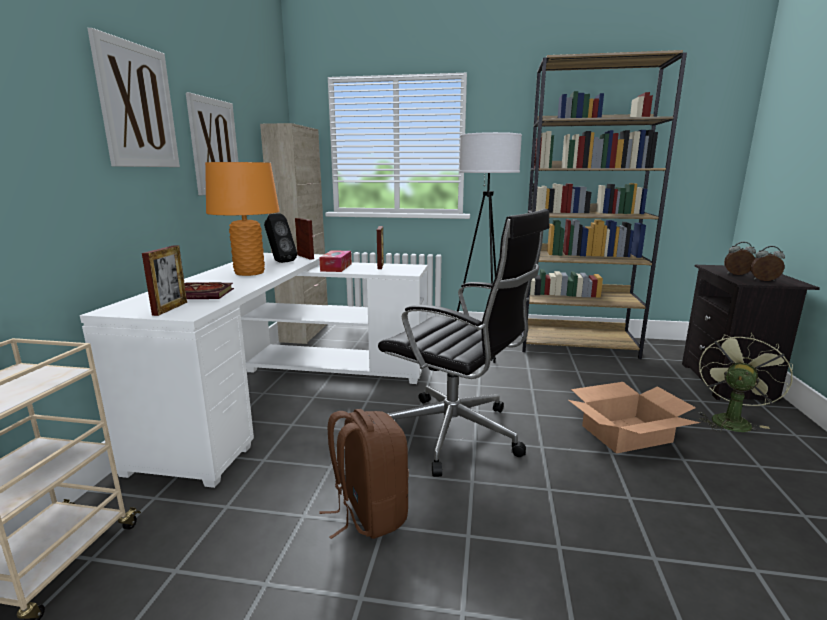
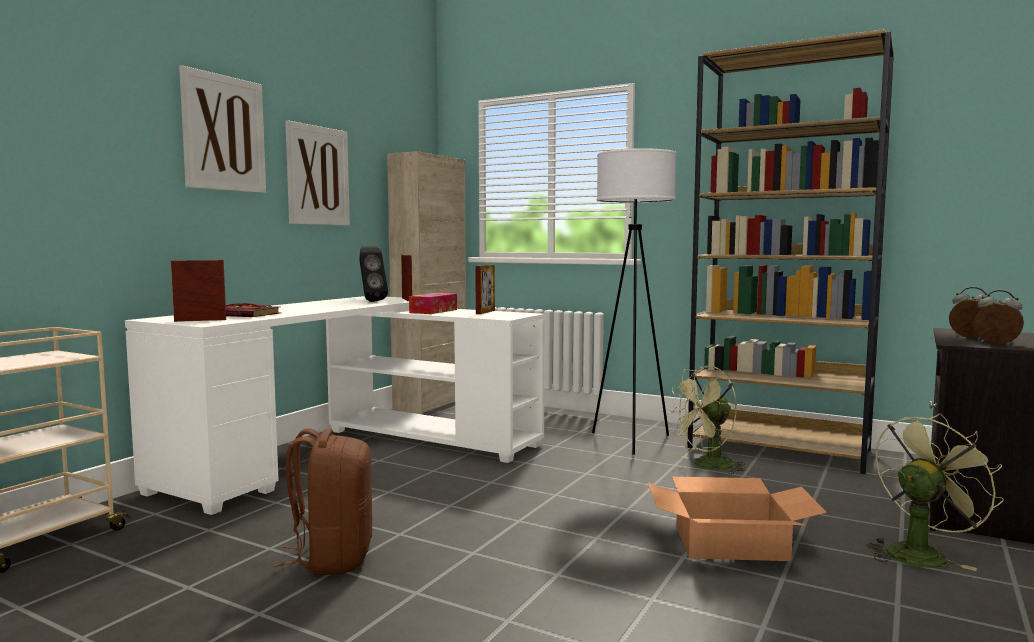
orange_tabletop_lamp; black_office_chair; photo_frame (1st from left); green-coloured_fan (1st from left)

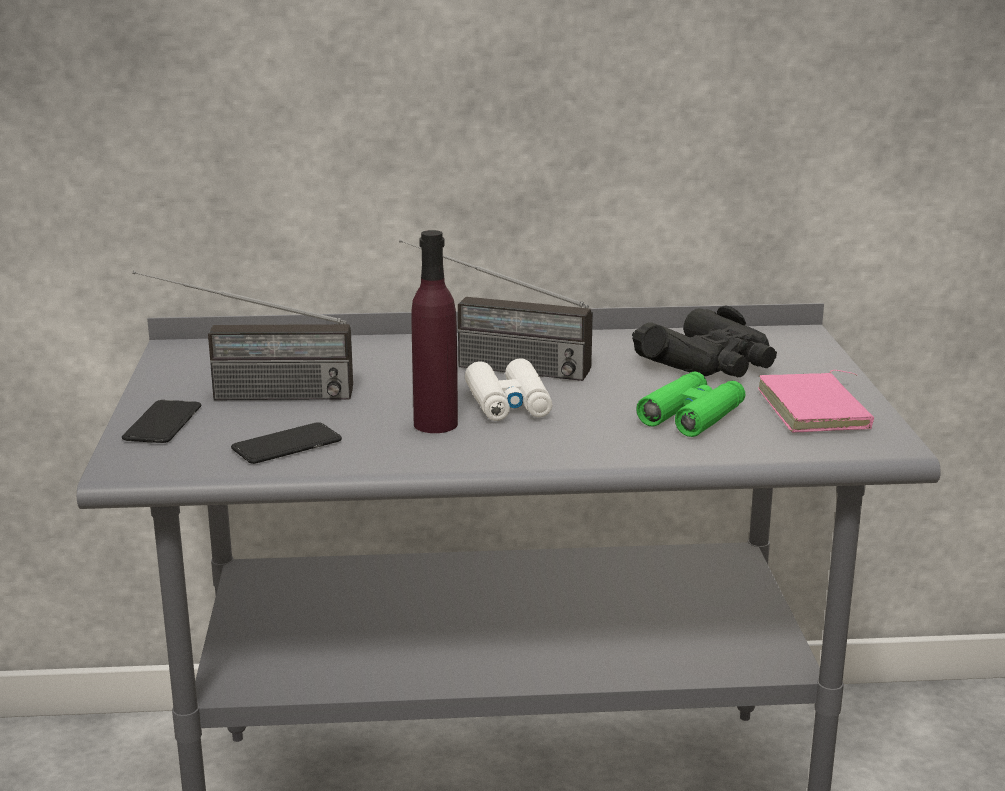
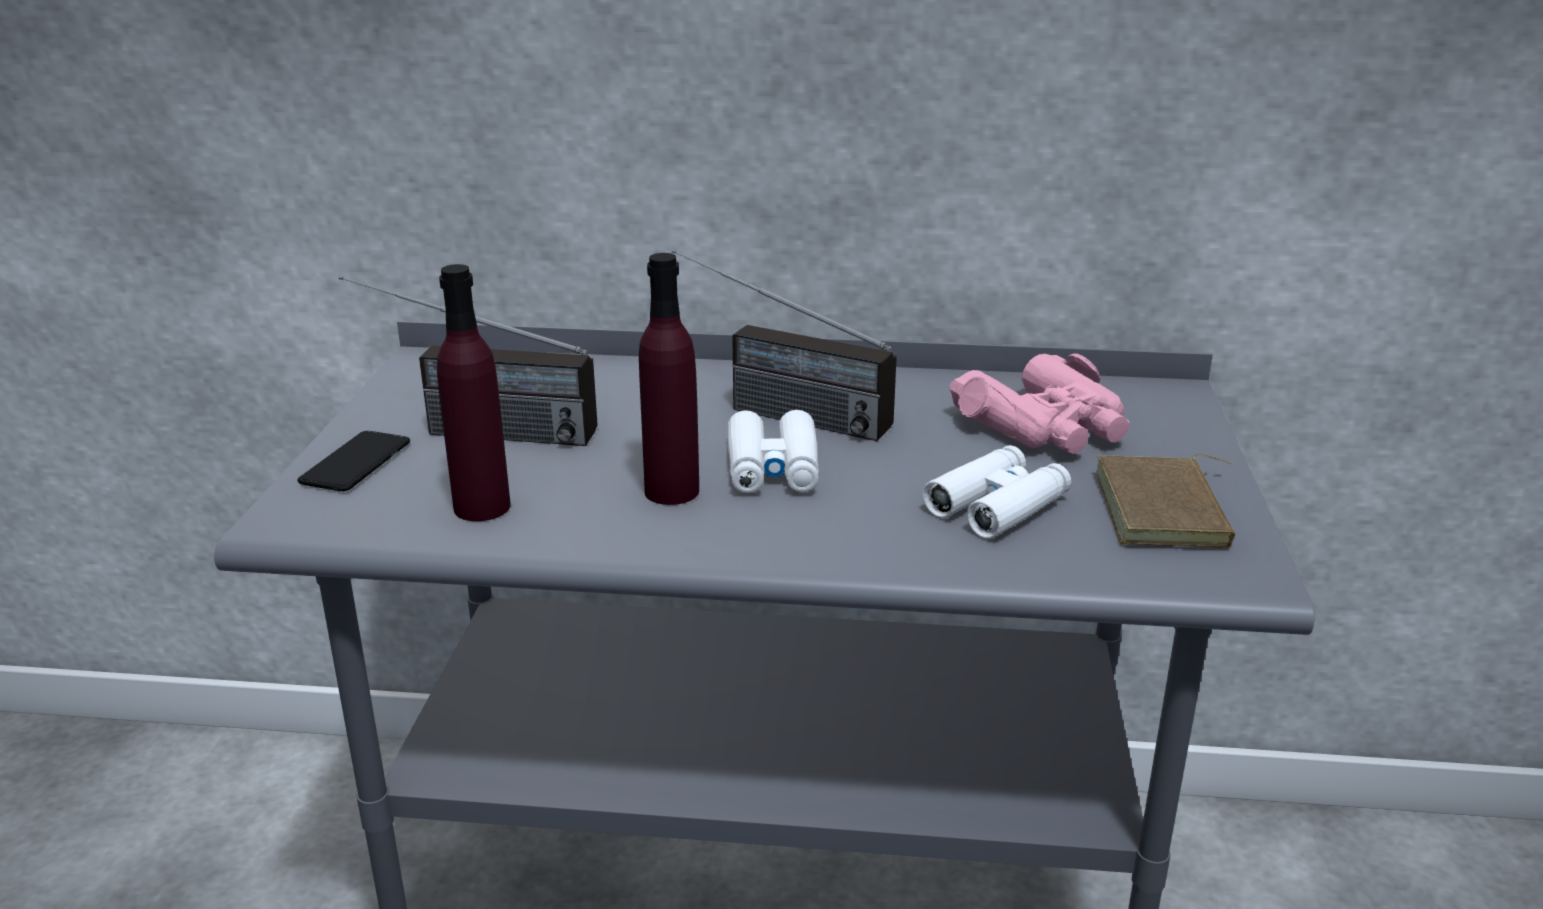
pinkish_pair_of_binoculars; brown-coloured_book; white-coloured_pair_of_binoculars (2nd from left); purple_beverage_bottle (1st from left)

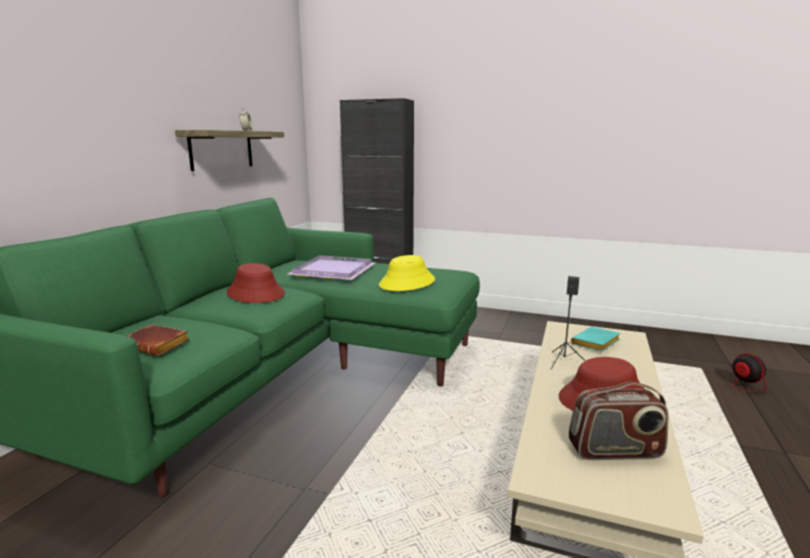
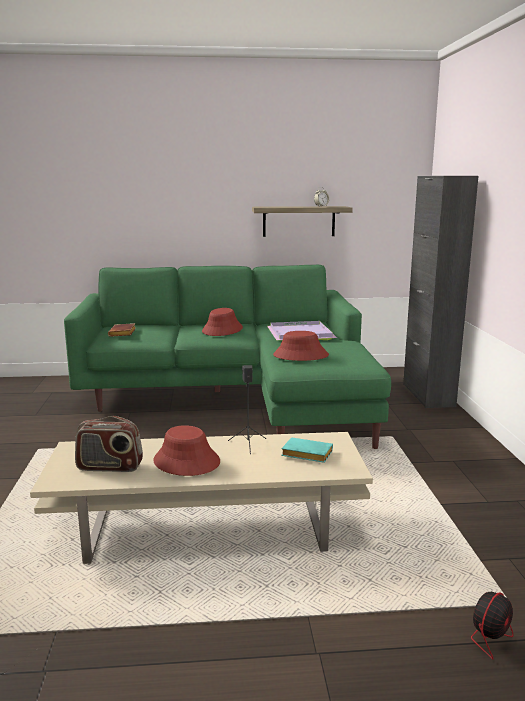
red-coloured_hat (3rd from left); radio_receiver

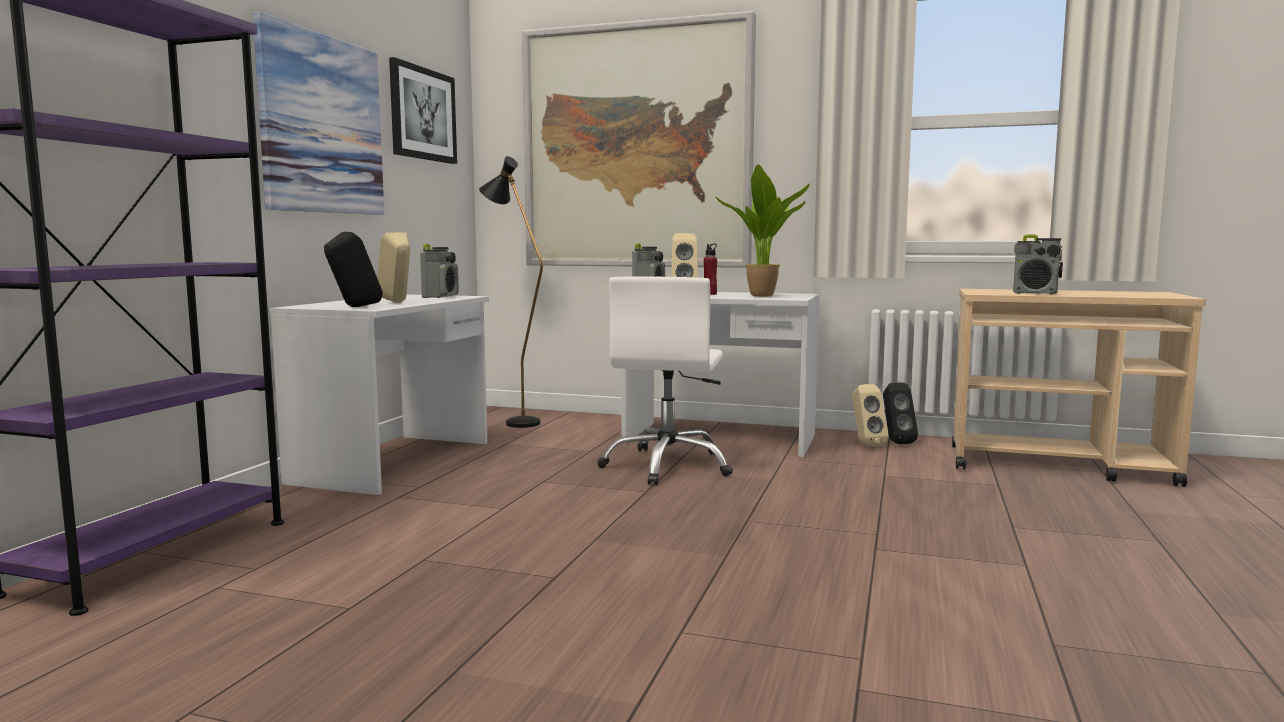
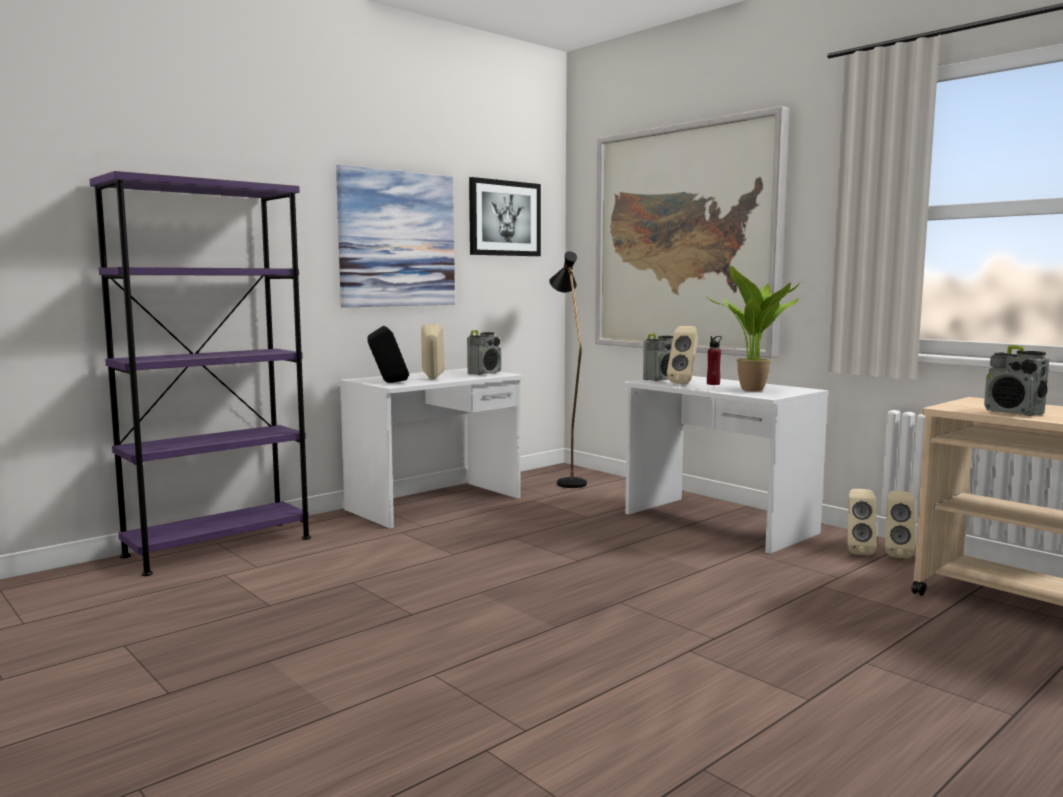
white-coloured_office_chair; beige_speaker (4th from left)

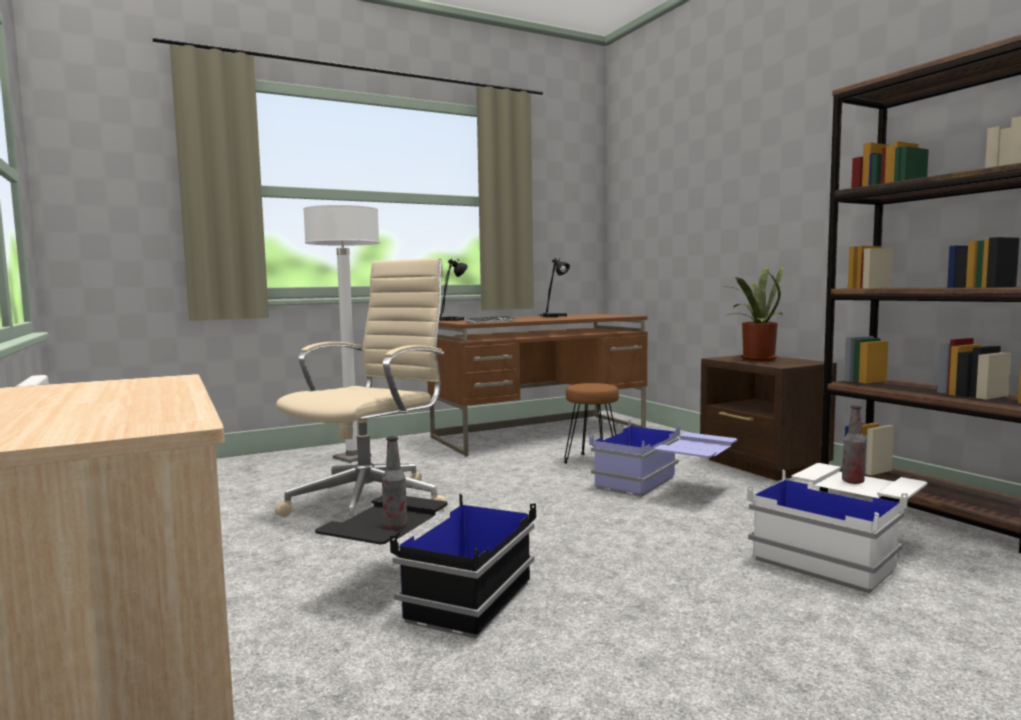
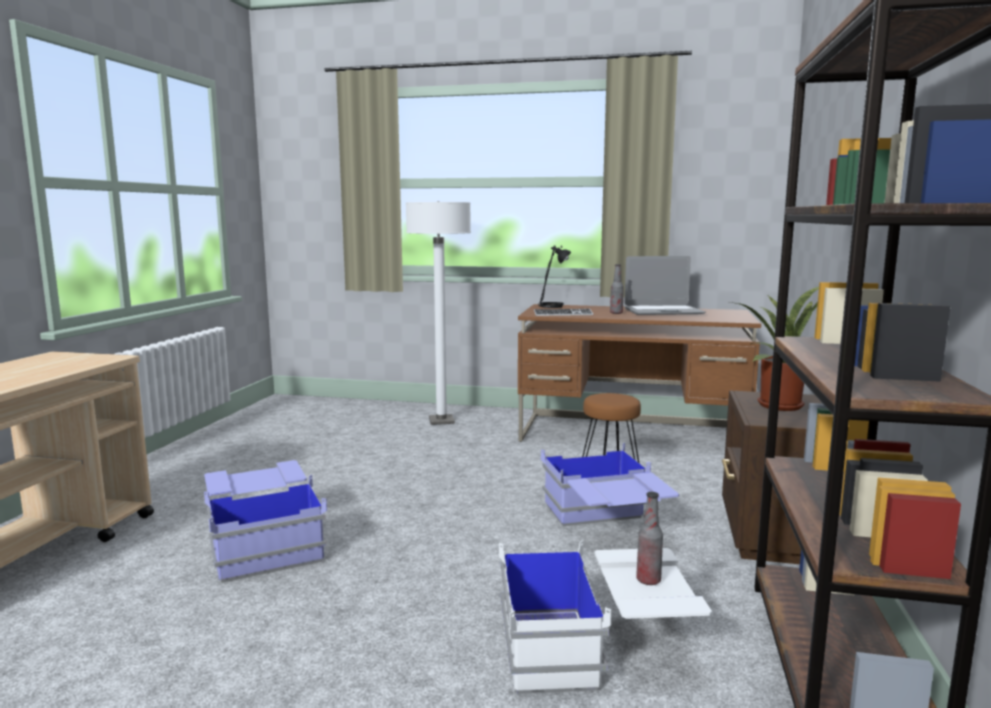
beige_office_chair; laptop; beverage_bottle (1st from left); blue_storage_bin (1st from left)

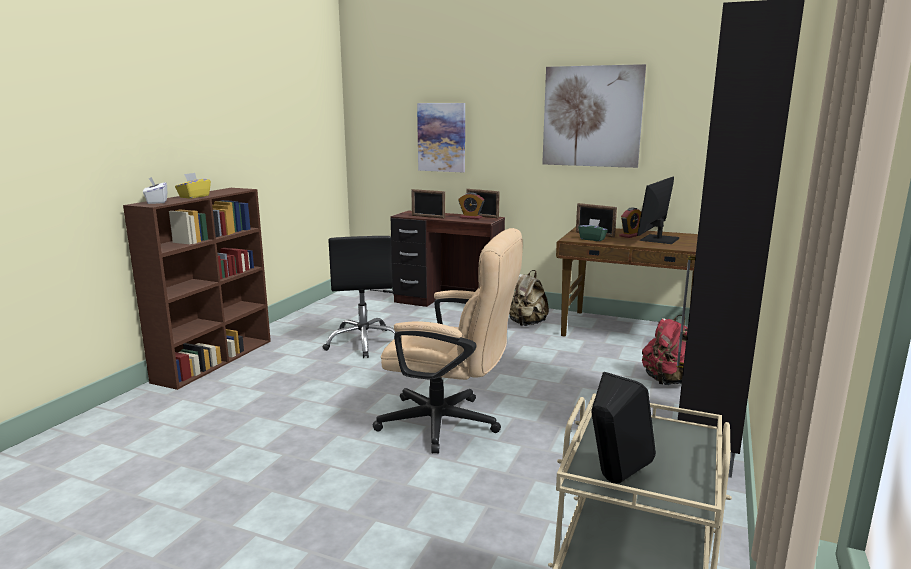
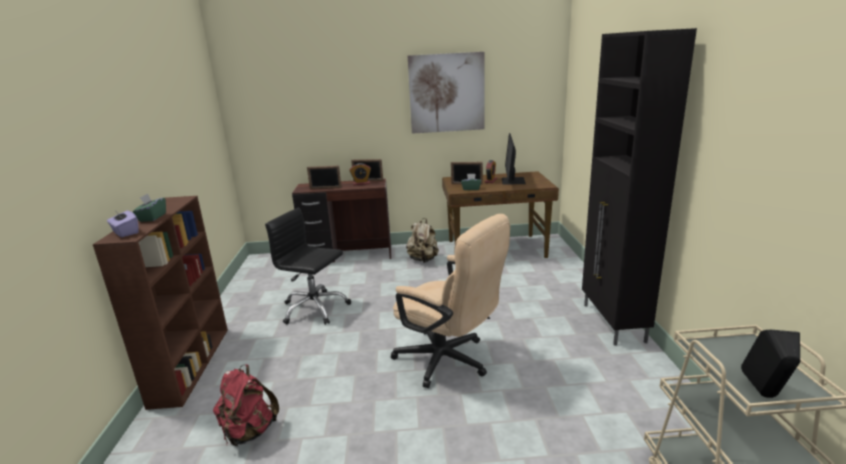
picture (1st from left in the first image); green-coloured_tissue_holder (1st from left); purple_tissue_holder; beige_office_chair; black_office_chair; red-coloured_backpack

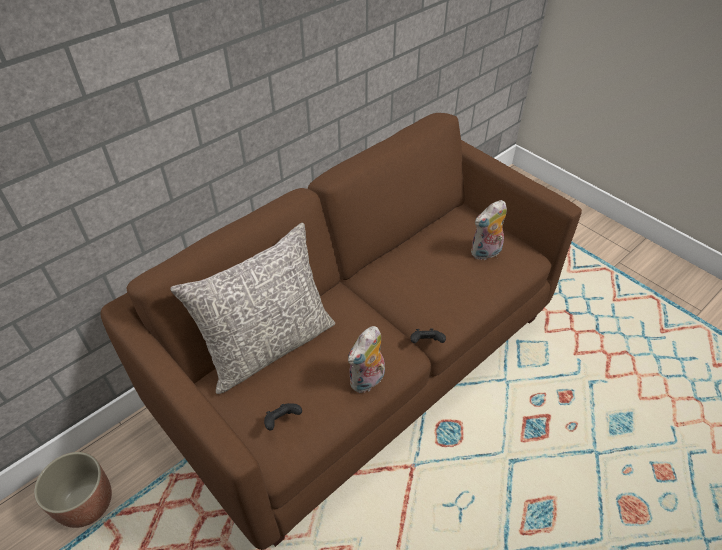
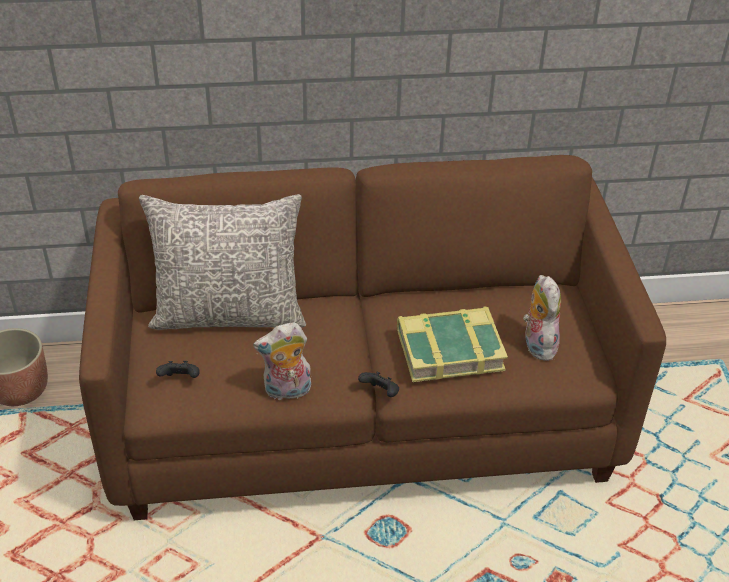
soft_toy (2nd from left); book

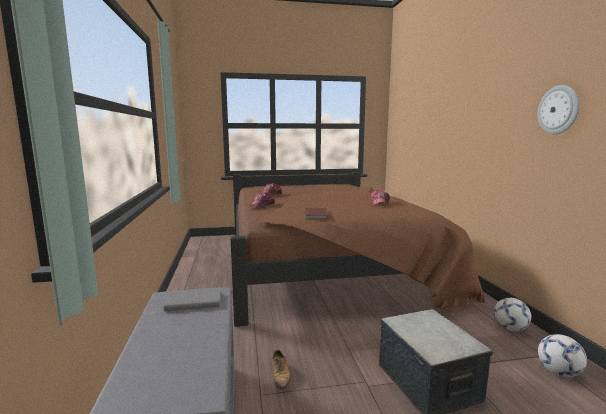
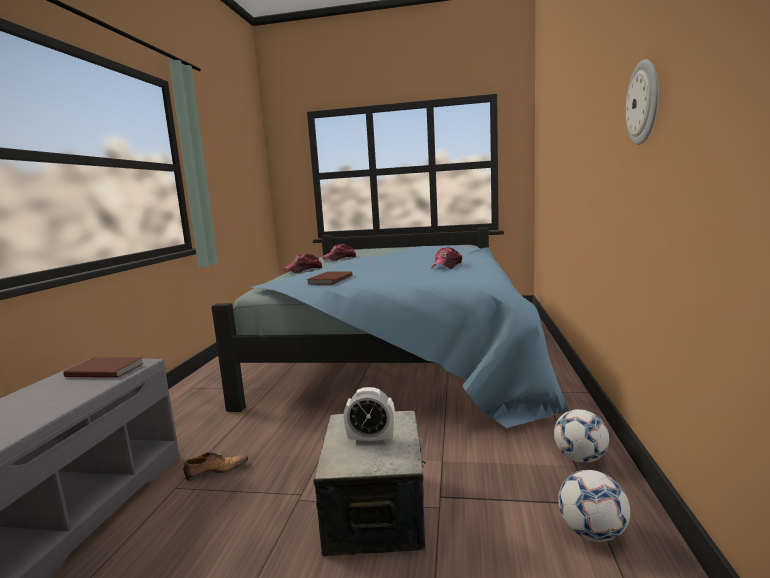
blue_bed; brown-coloured_book (1st from left); low_shoe; table_clock

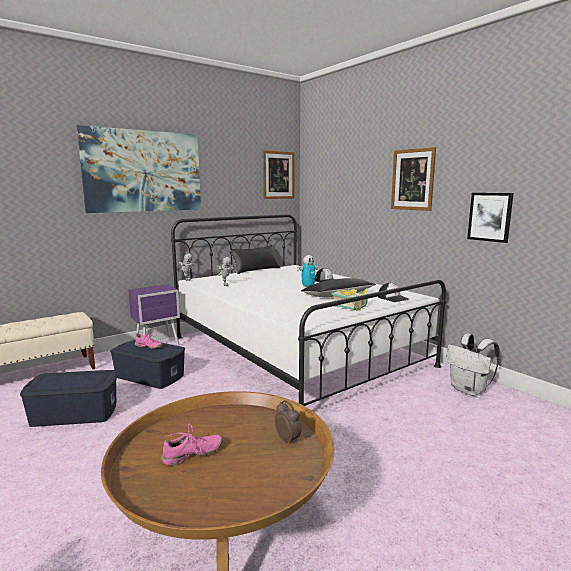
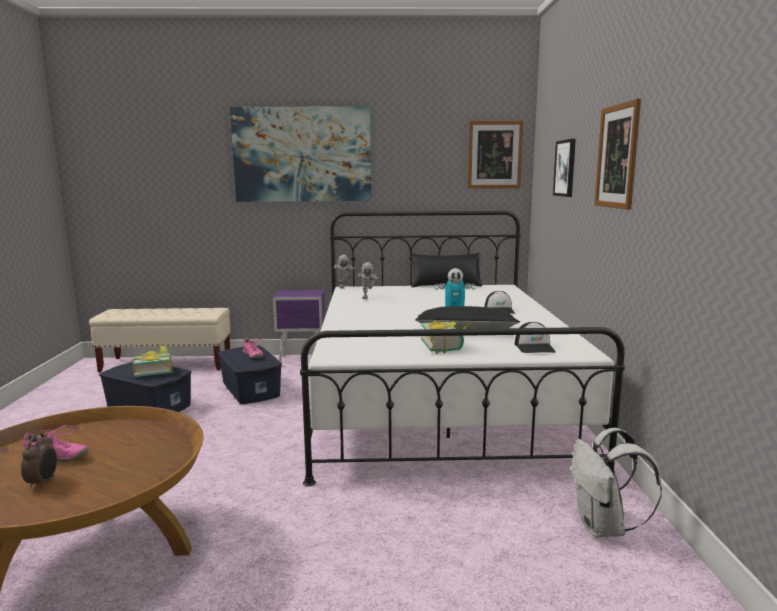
picture (3rd from left); table_clock; book (1st from left)

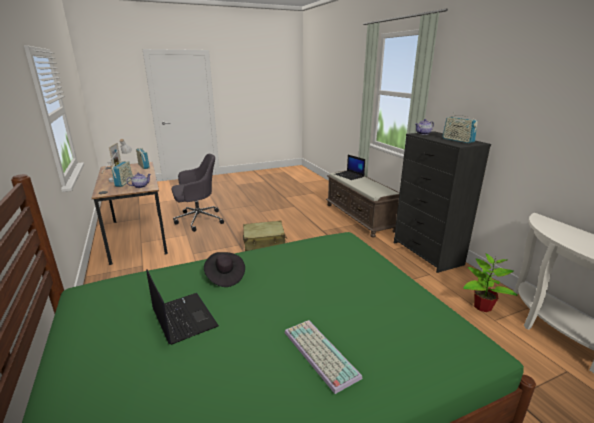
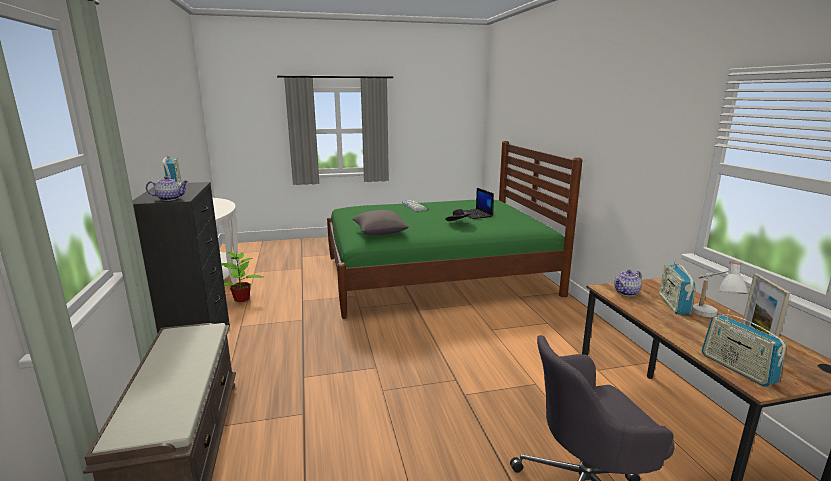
laptop (2nd from left in the first image); beige_piece_of_luggage; gray_pillow

